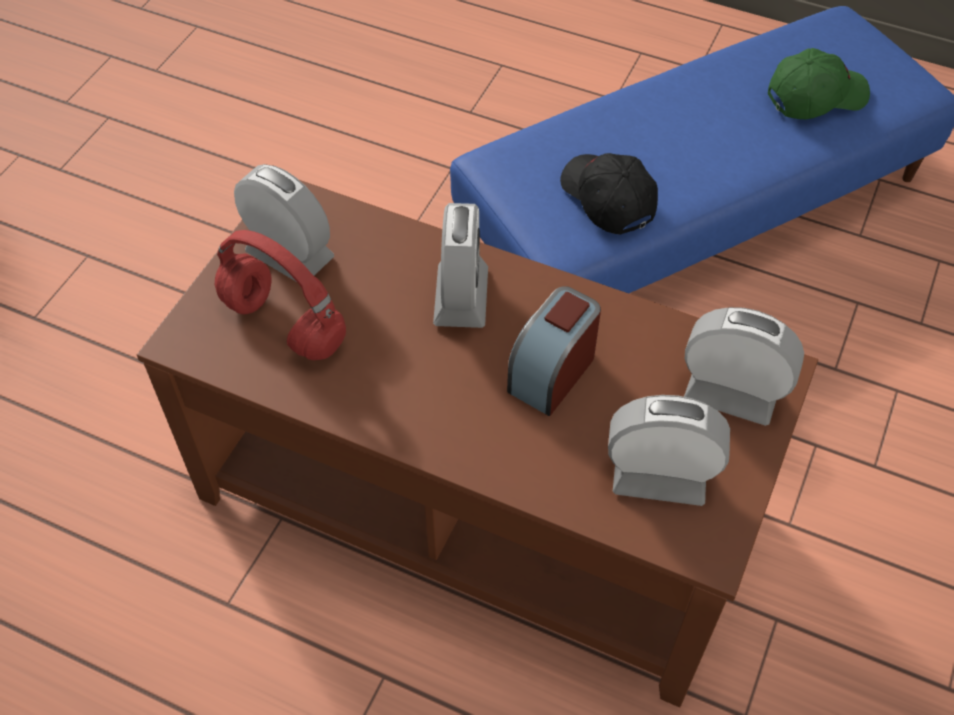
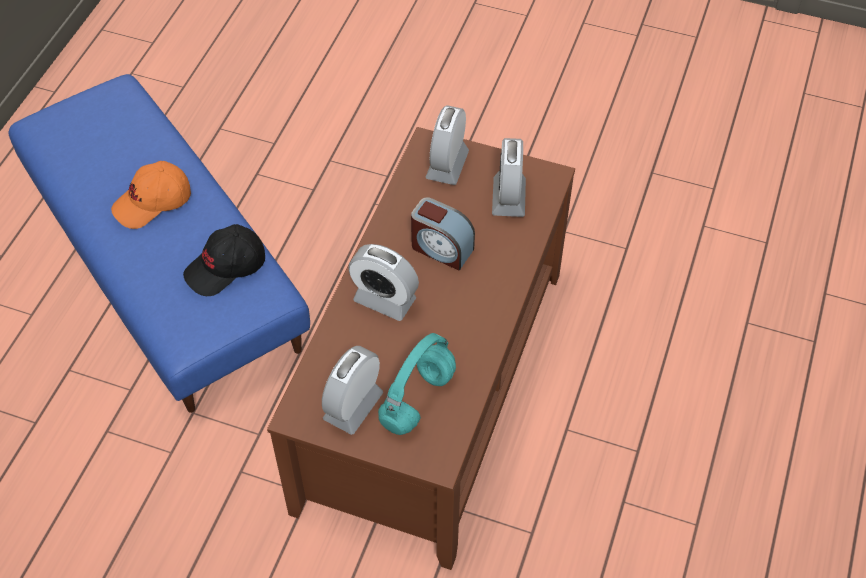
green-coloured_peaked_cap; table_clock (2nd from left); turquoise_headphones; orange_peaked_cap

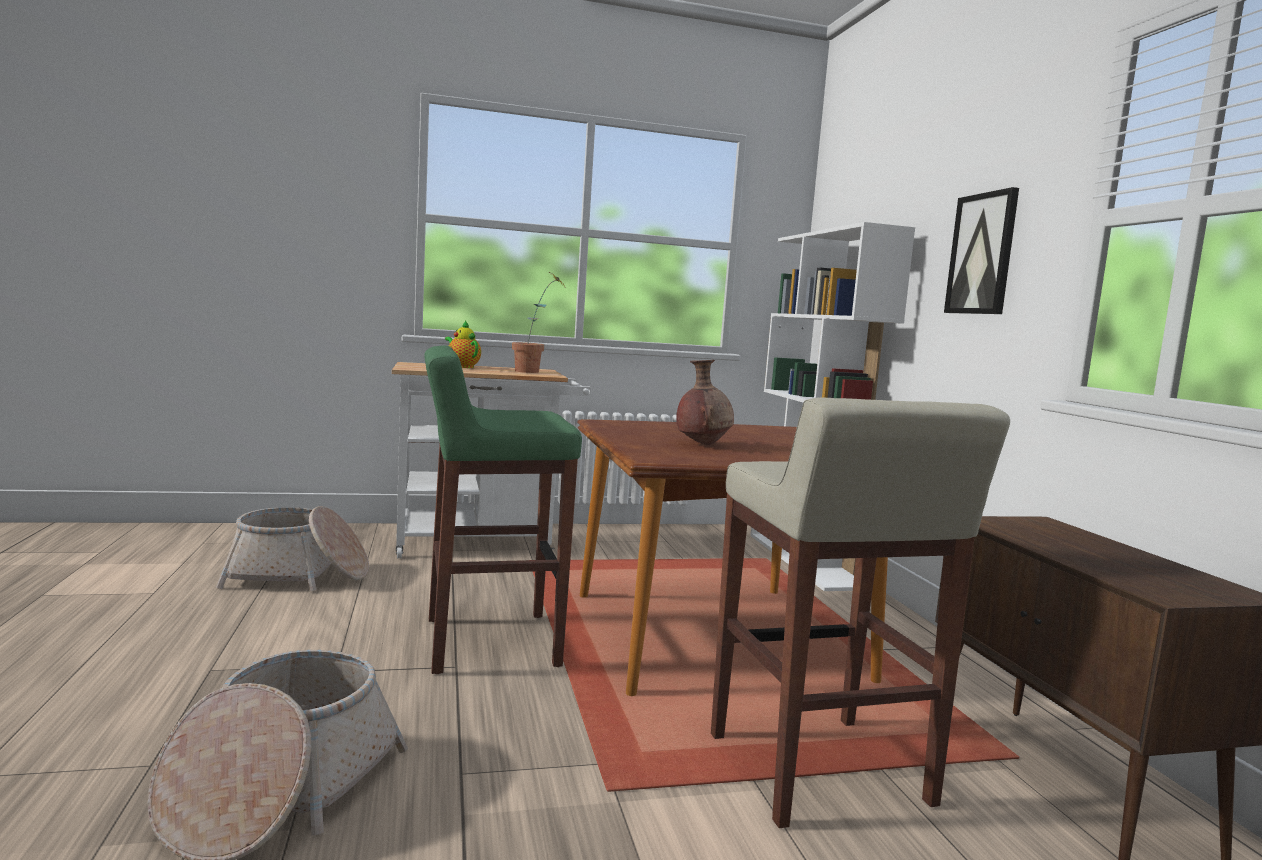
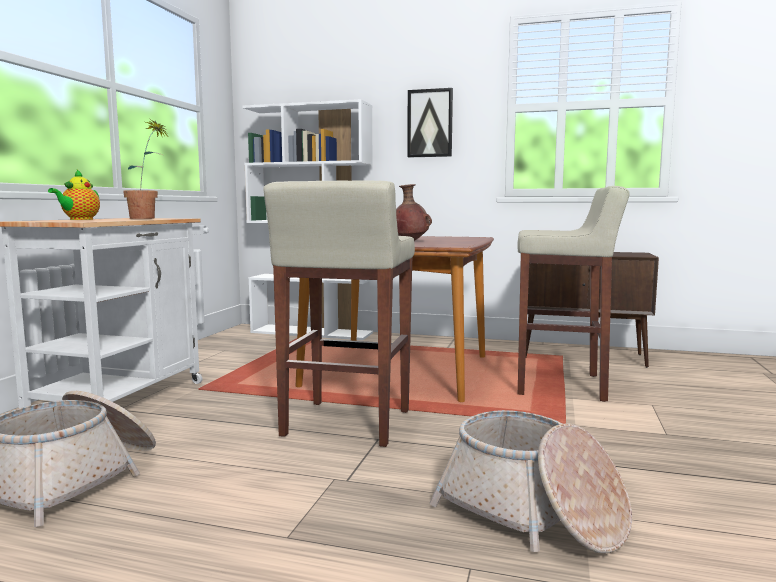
teapot; beige_stool (1st from left)

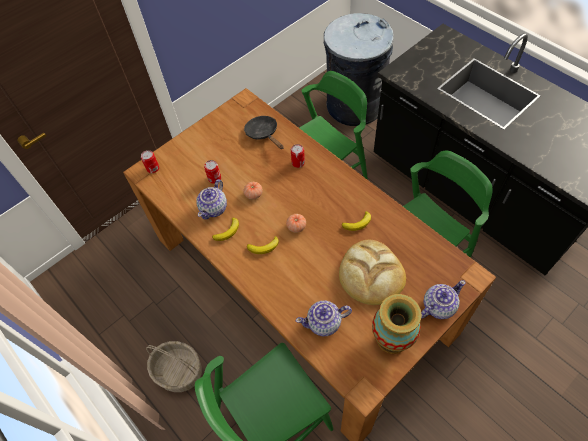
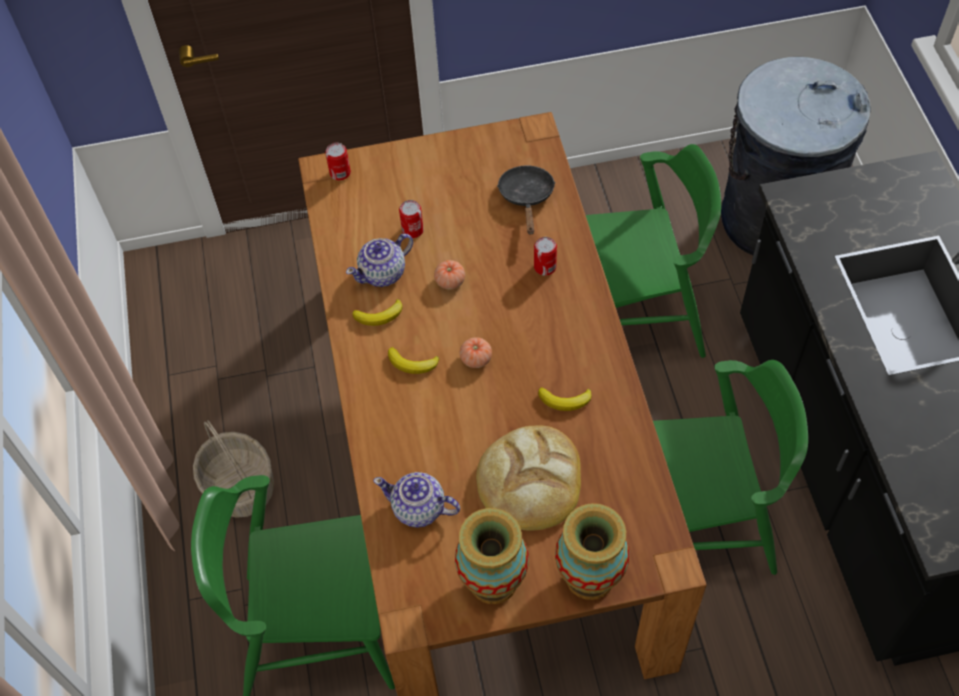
decorative_vase (2nd from left)

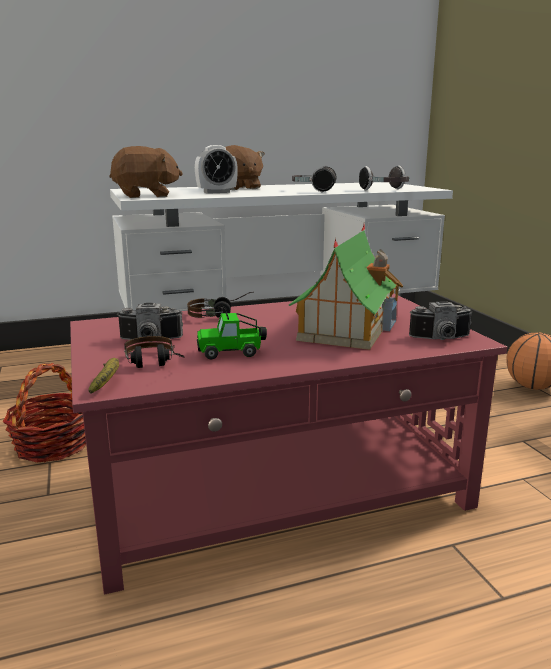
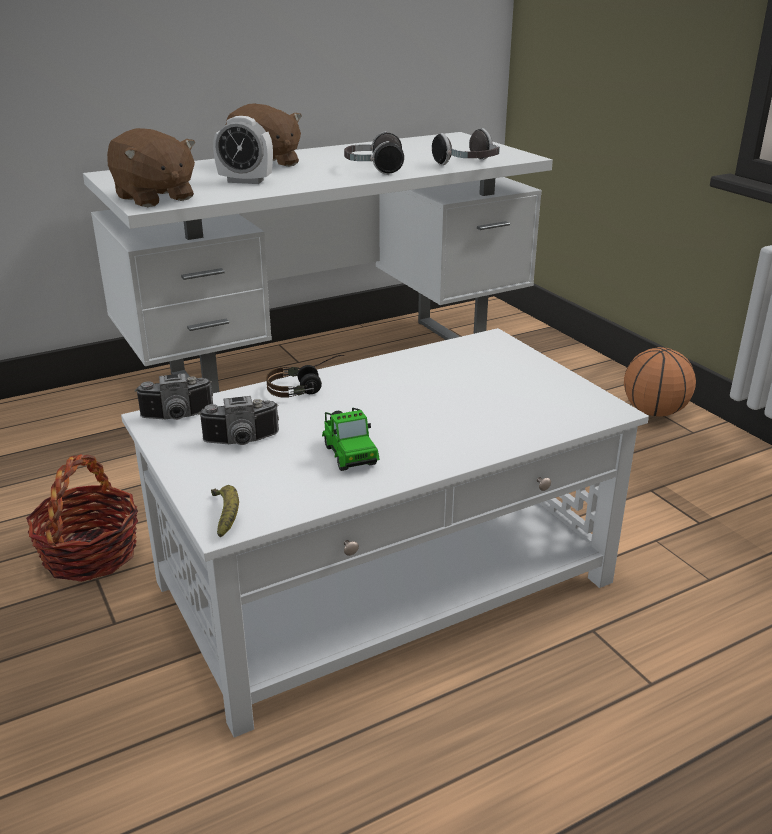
table_clock; brown-coloured_soft_toy (1st from left); toy_house; white-coloured_coffee_table; still_camera (1st from left); miniature_car; headphones (1st from left in the first image)

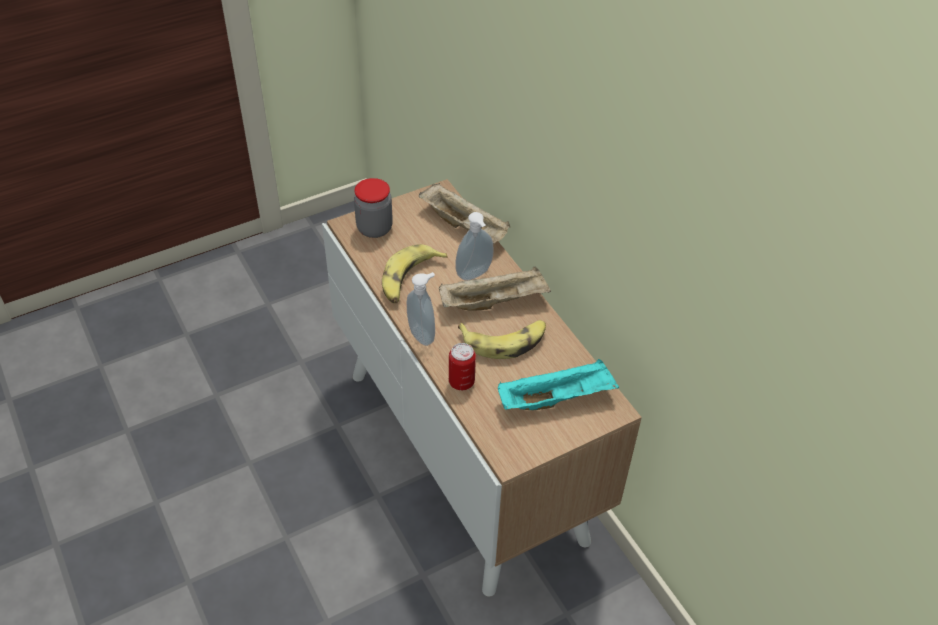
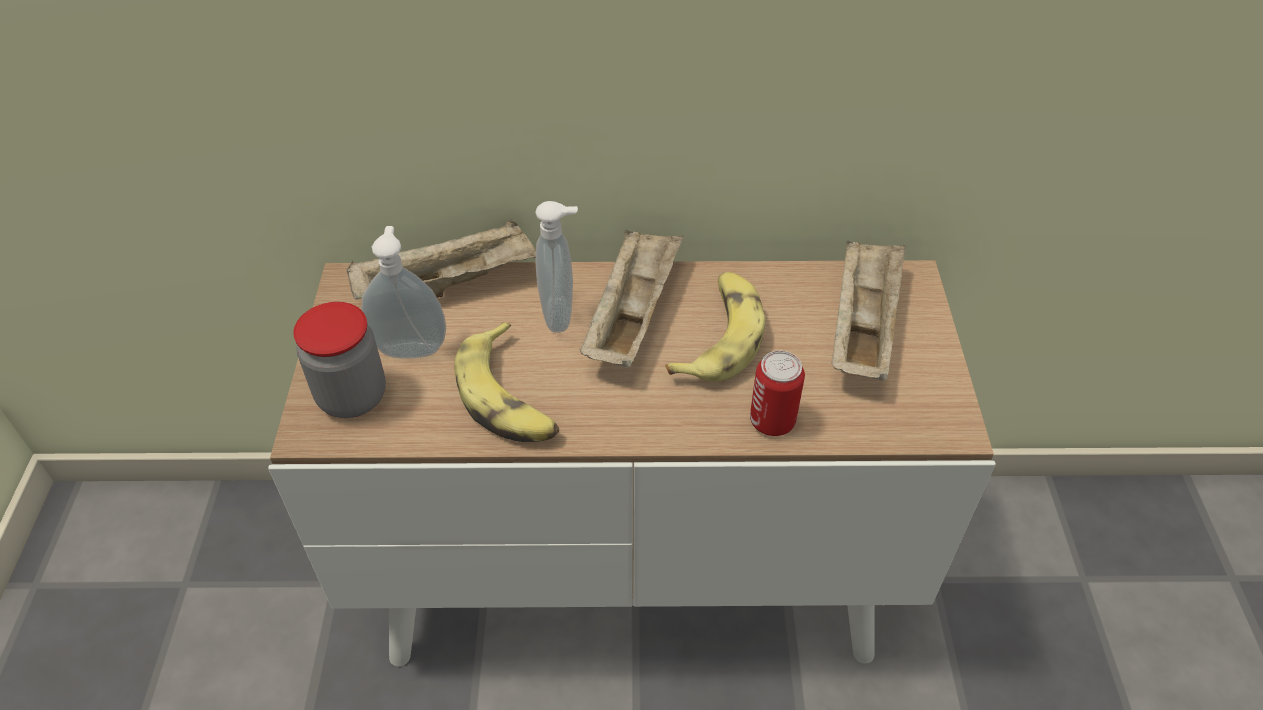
soap_dispenser (1st from left); beige_serving_tray (3rd from left)

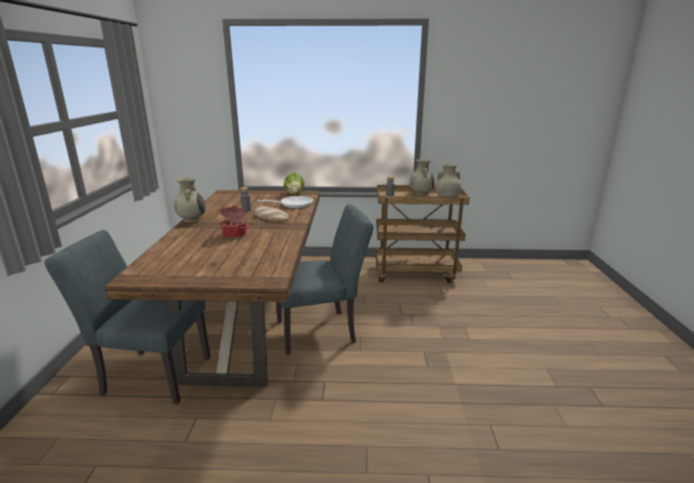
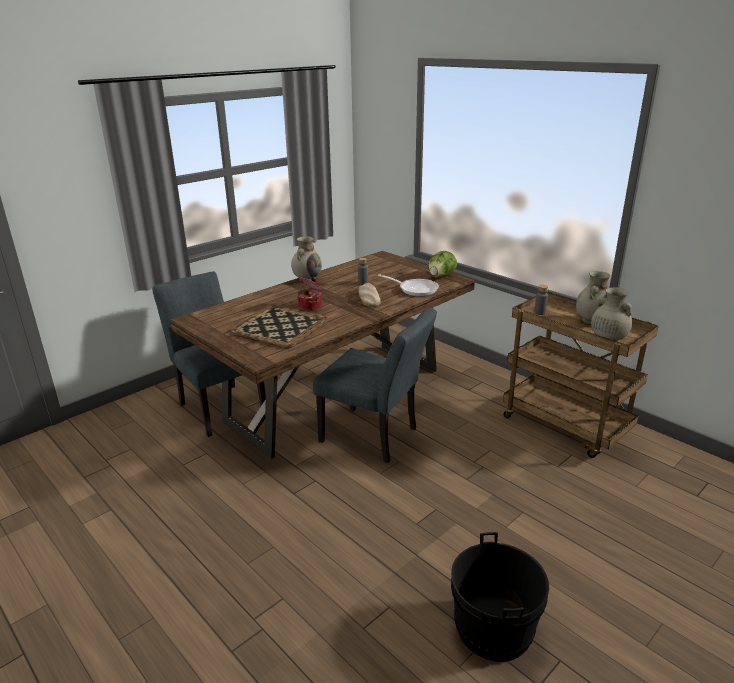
serving_tray; black_pail

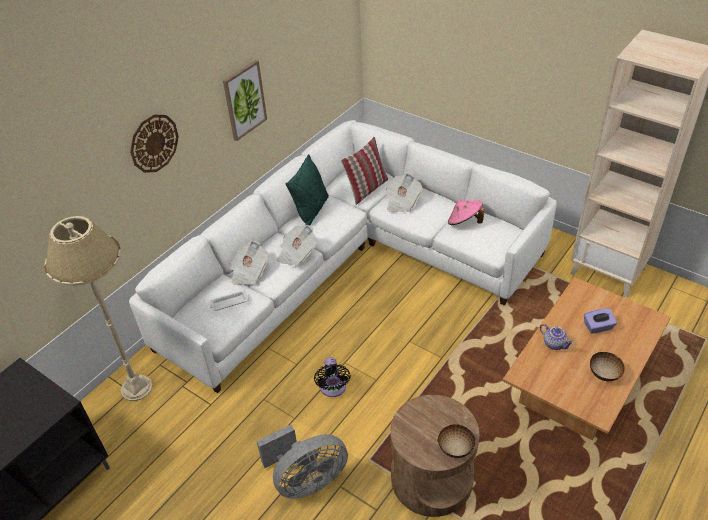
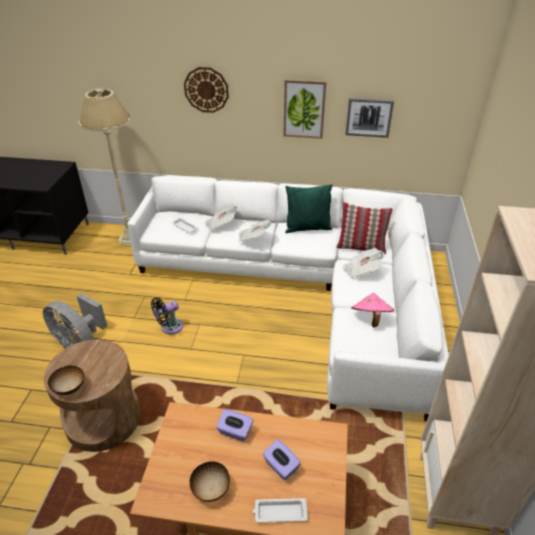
purple_tissue_holder (1st from left); picture (2nd from left); white-coloured_serving_tray (2nd from left)

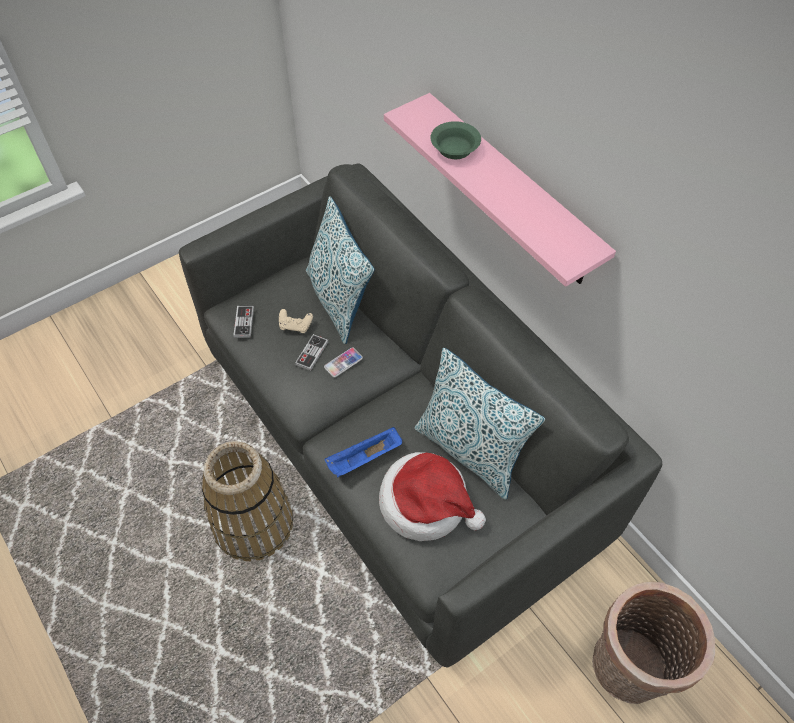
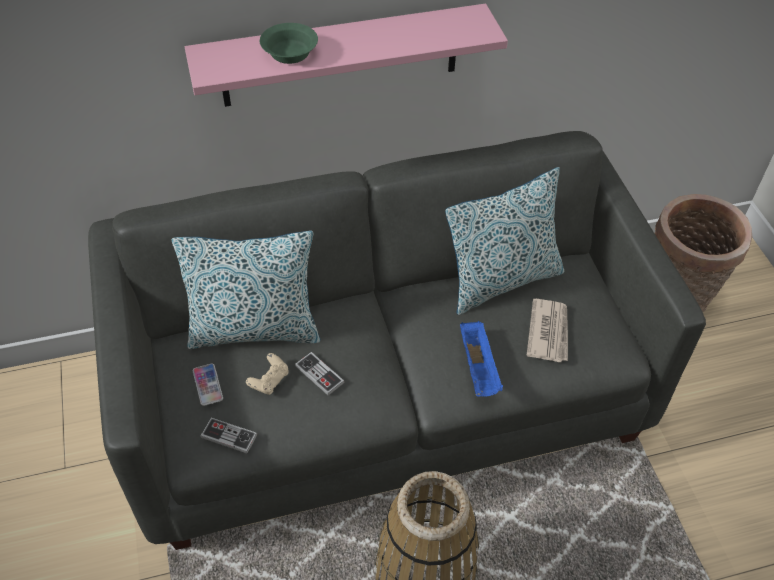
telephone; daily_paper

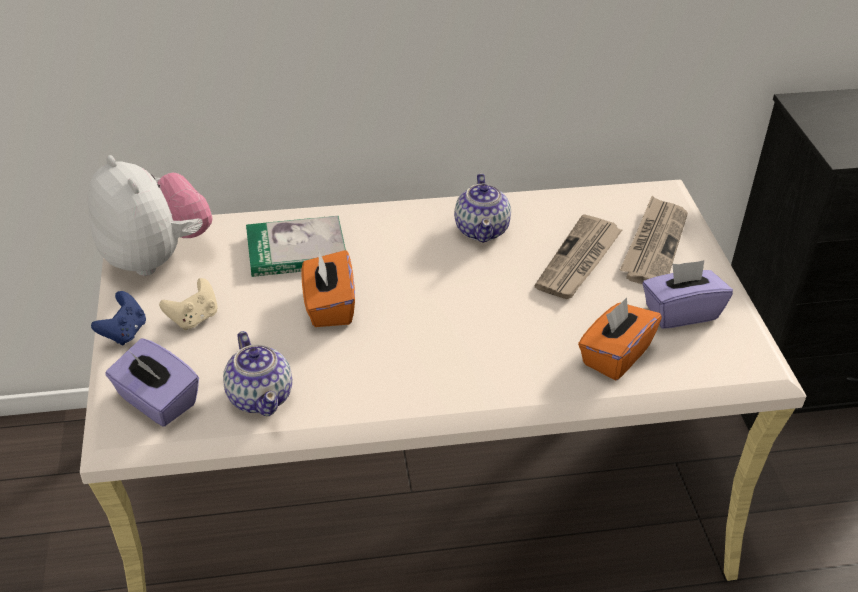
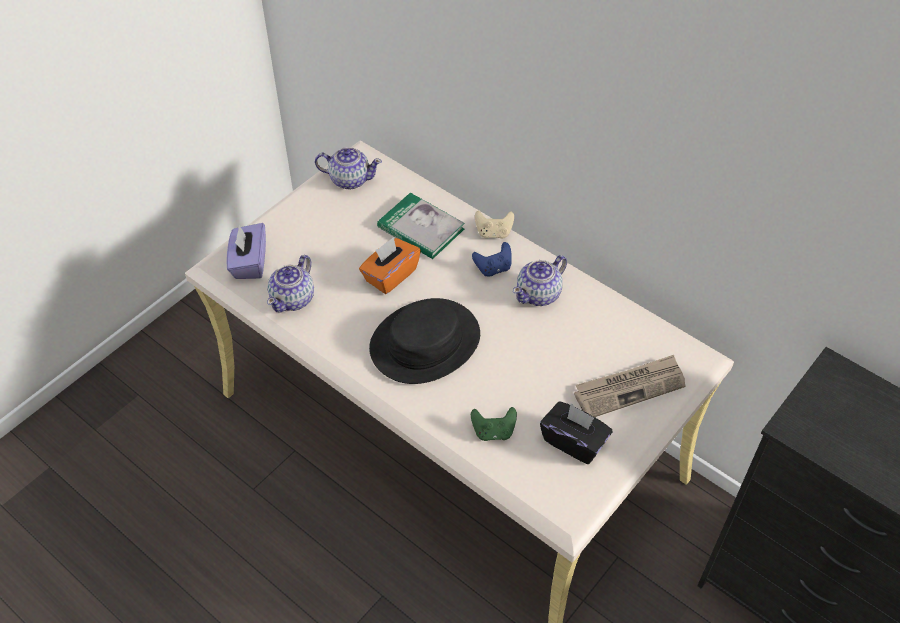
teapot (2nd from left); daily_paper (1st from left in the first image); black_tissue_holder; beige_game_controller; blue_game_controller; green-coloured_game_controller; black_hat

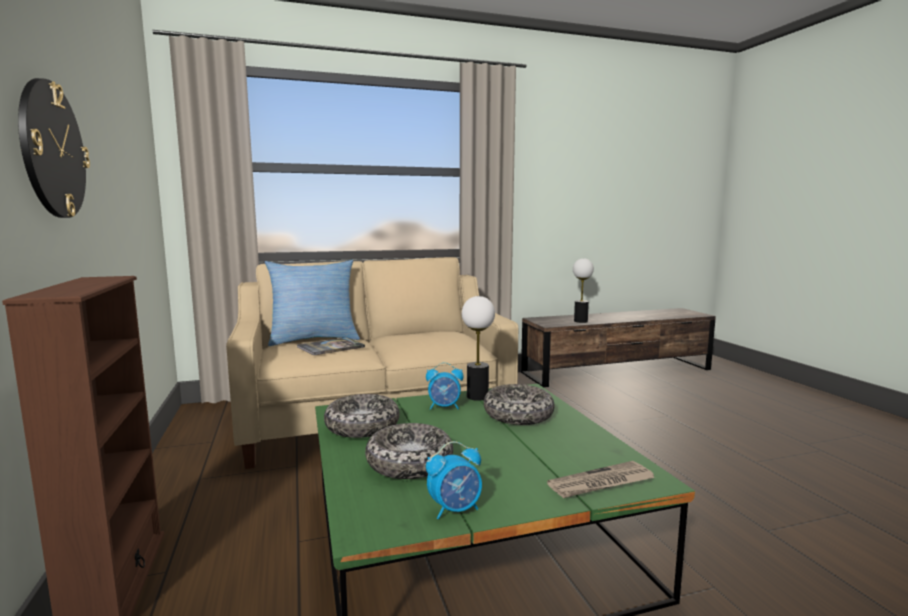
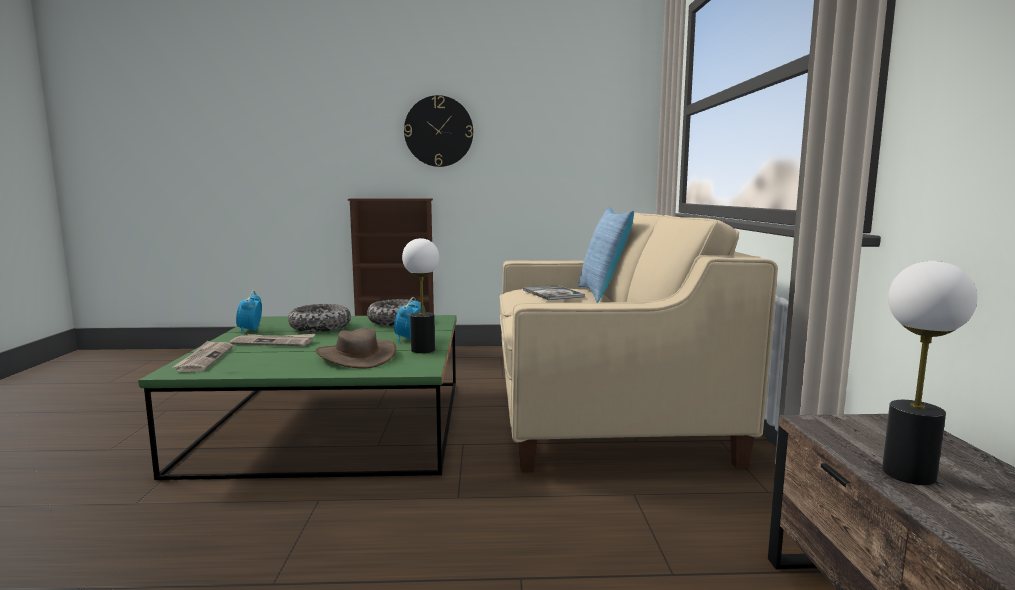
brown-coloured_hat; daily_paper (2nd from left)

